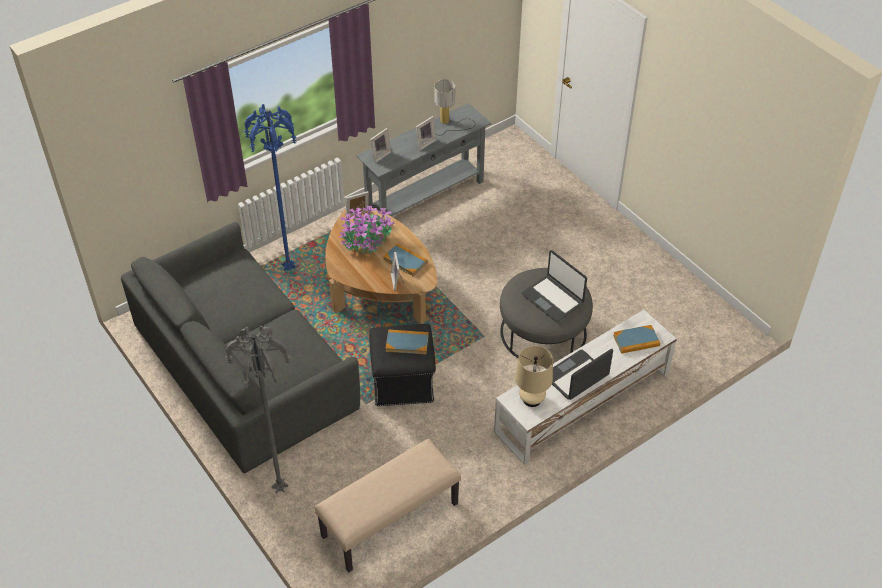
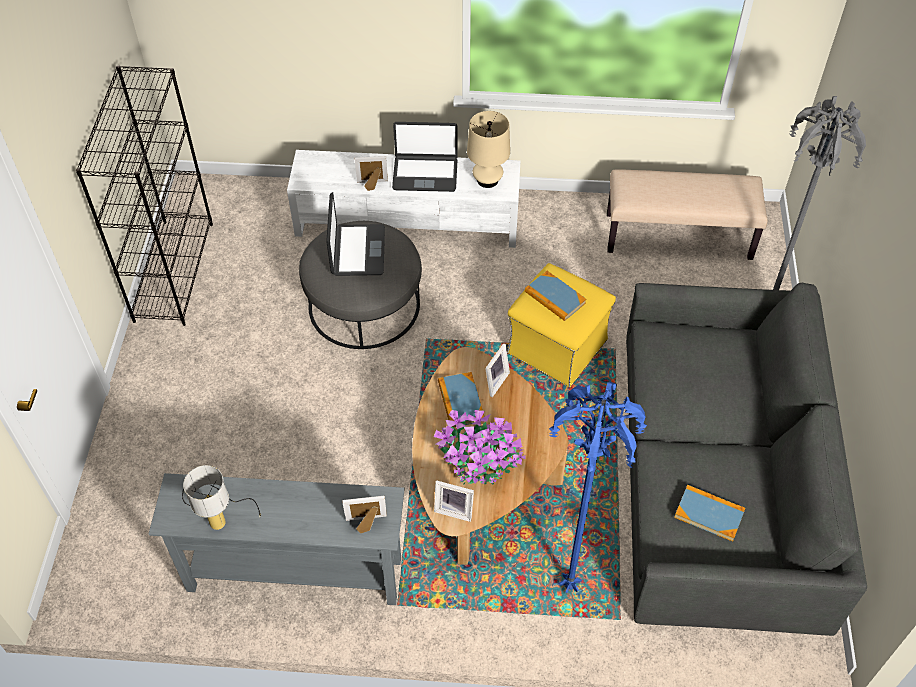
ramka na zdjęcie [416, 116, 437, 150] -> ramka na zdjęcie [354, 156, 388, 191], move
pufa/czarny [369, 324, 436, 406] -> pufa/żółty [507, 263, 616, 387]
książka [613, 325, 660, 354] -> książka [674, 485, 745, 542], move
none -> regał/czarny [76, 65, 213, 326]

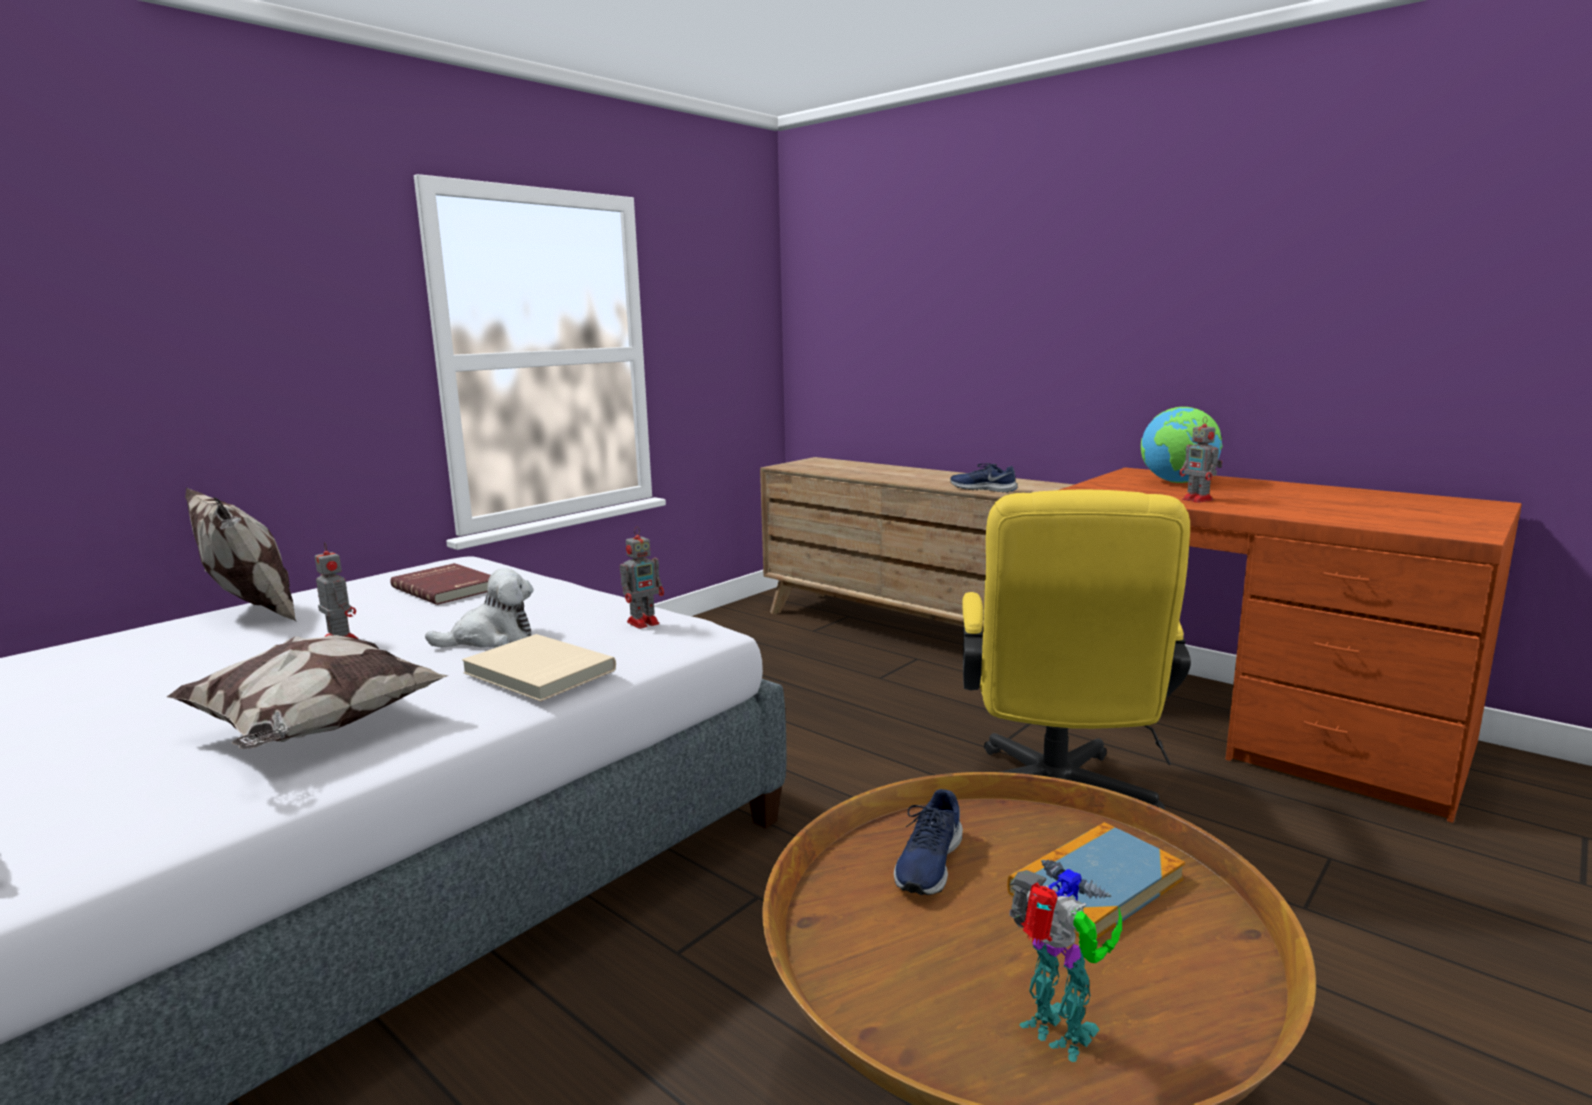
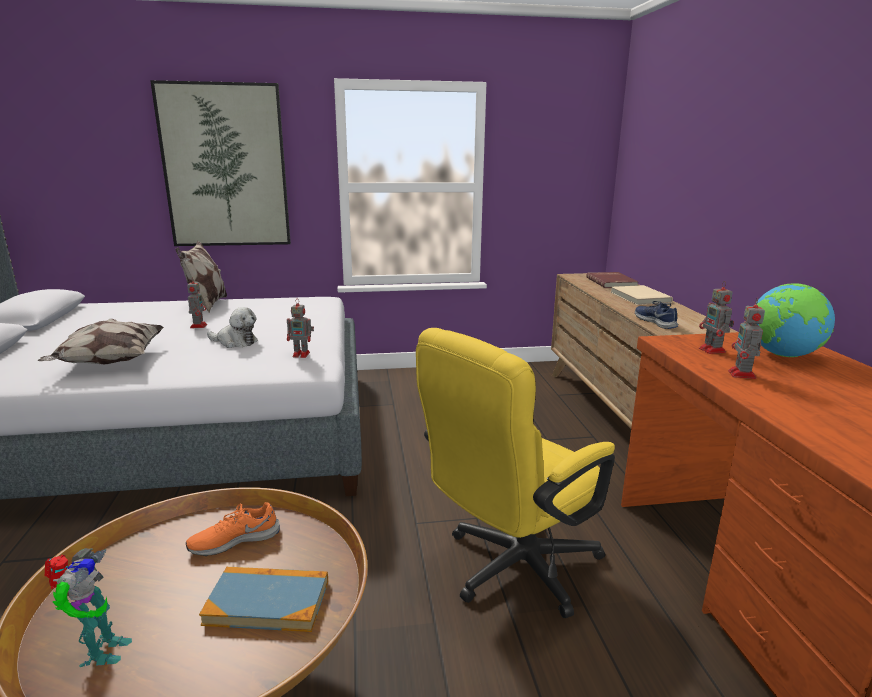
książka/czerwony [390, 563, 490, 605] -> książka/czerwony [586, 272, 638, 288], move
książka/beżowy [462, 634, 616, 702] -> książka/beżowy [611, 285, 673, 305], move
but/niebieski [894, 789, 963, 895] -> but/pomarańczowy [186, 502, 280, 556]
none -> obraz [150, 80, 291, 246]
none -> robot zabawkowy [699, 282, 734, 354]

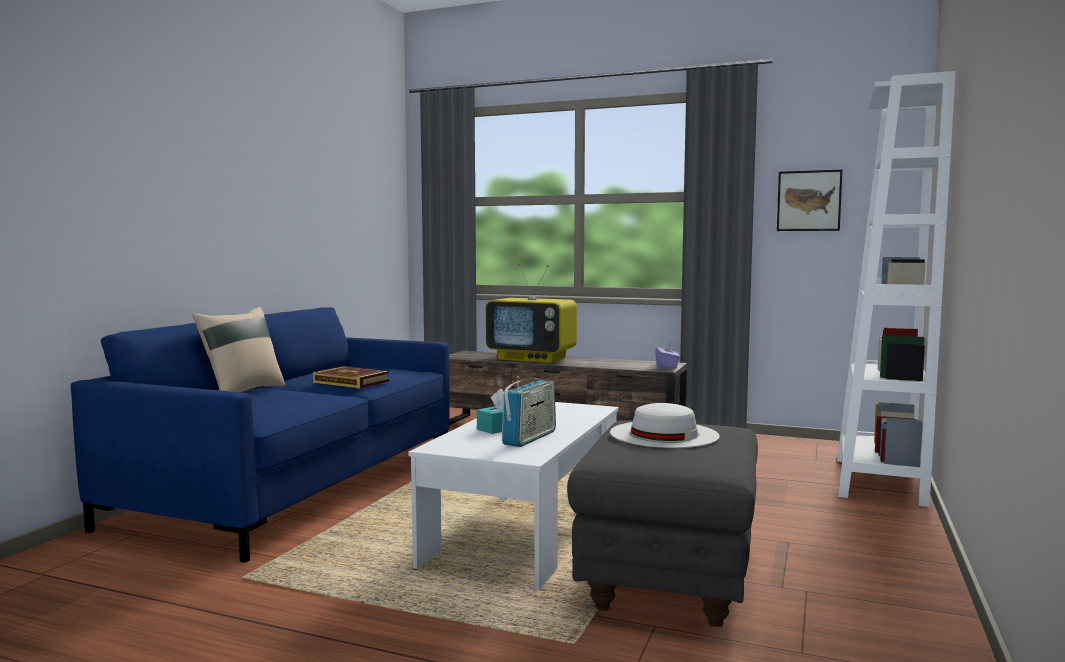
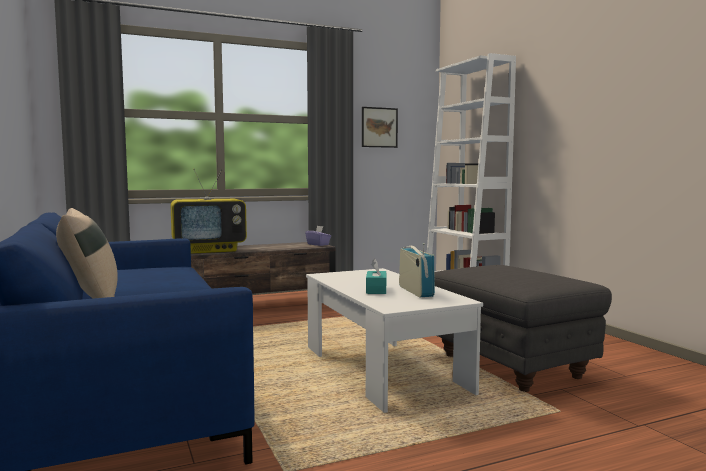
książka [313, 366, 390, 388] -> none
kapelusz/biały [610, 403, 720, 448] -> none

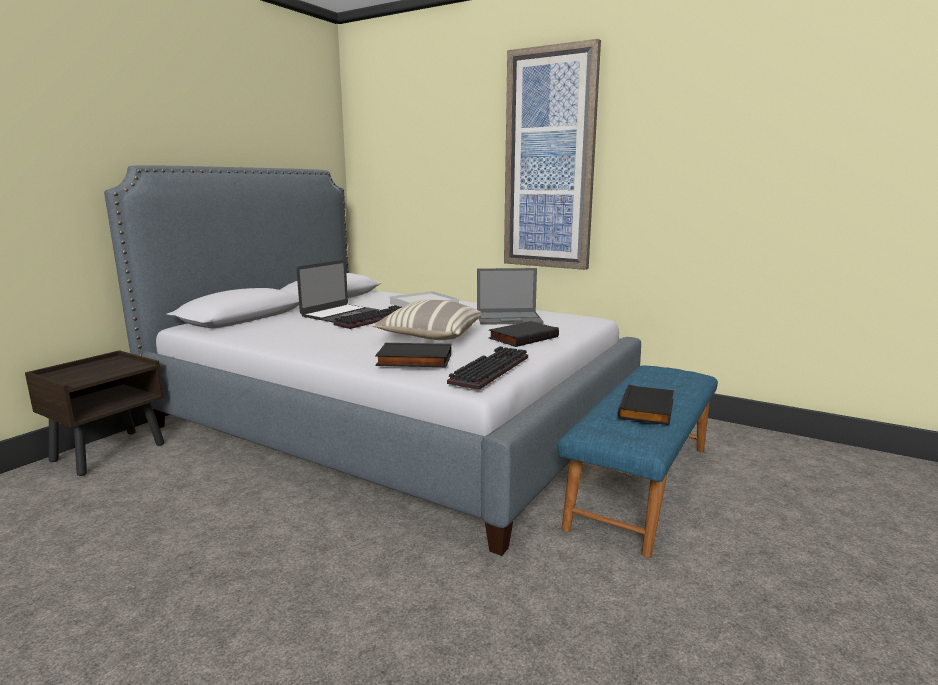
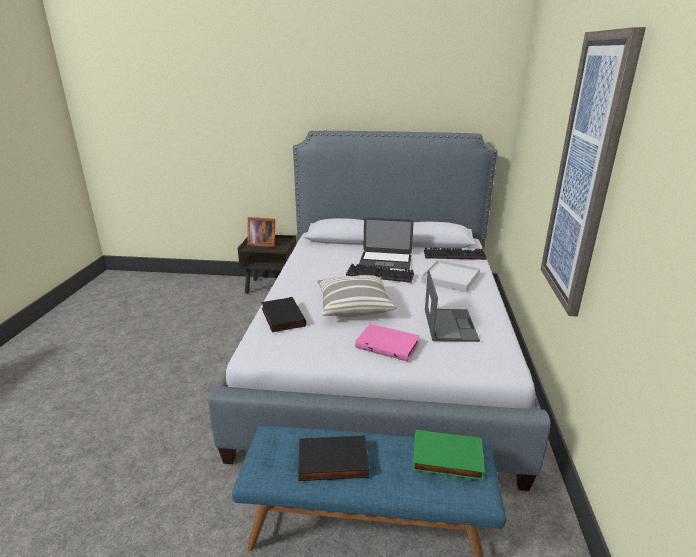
laptop [477, 268, 544, 325] -> laptop [425, 270, 480, 342], 150 degrees counterclockwise
książka/czarny [489, 321, 559, 347] -> książka/różowy [355, 324, 420, 362]
klawiatura [447, 346, 528, 390] -> klawiatura [424, 247, 487, 260], move
none -> ramka na zdjęcie [247, 217, 275, 247]
none -> książka/zielony [412, 430, 485, 481]

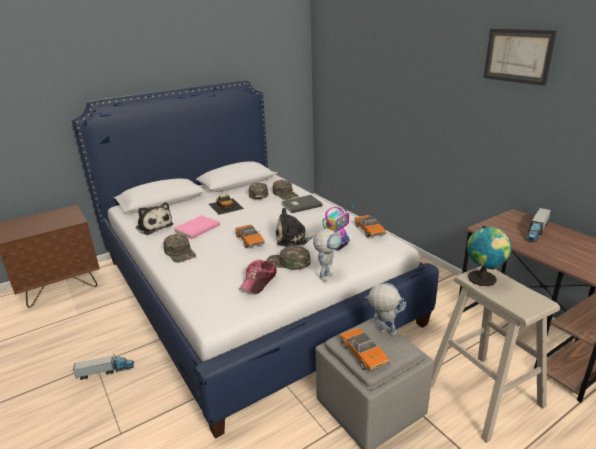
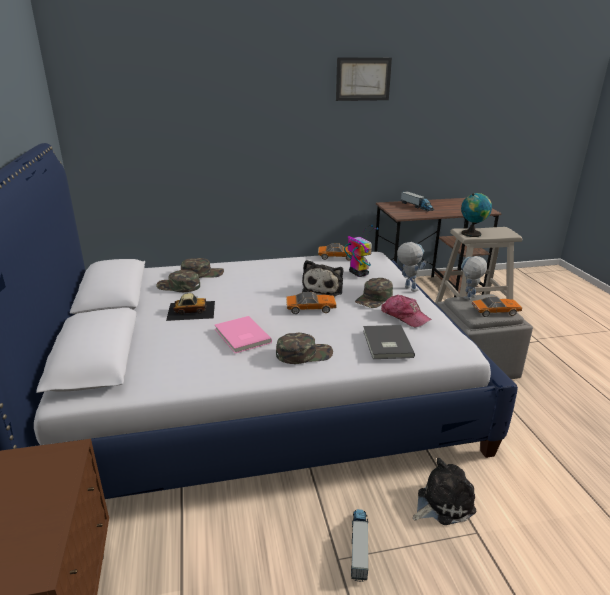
książka/szary [281, 195, 322, 213] -> książka/szary [363, 325, 415, 359], move
pluszak [136, 202, 173, 235] -> pluszak [413, 458, 476, 525], move

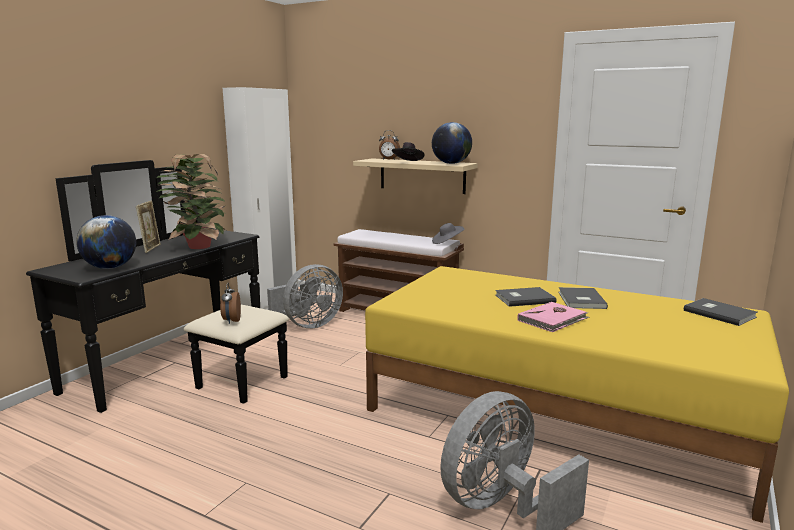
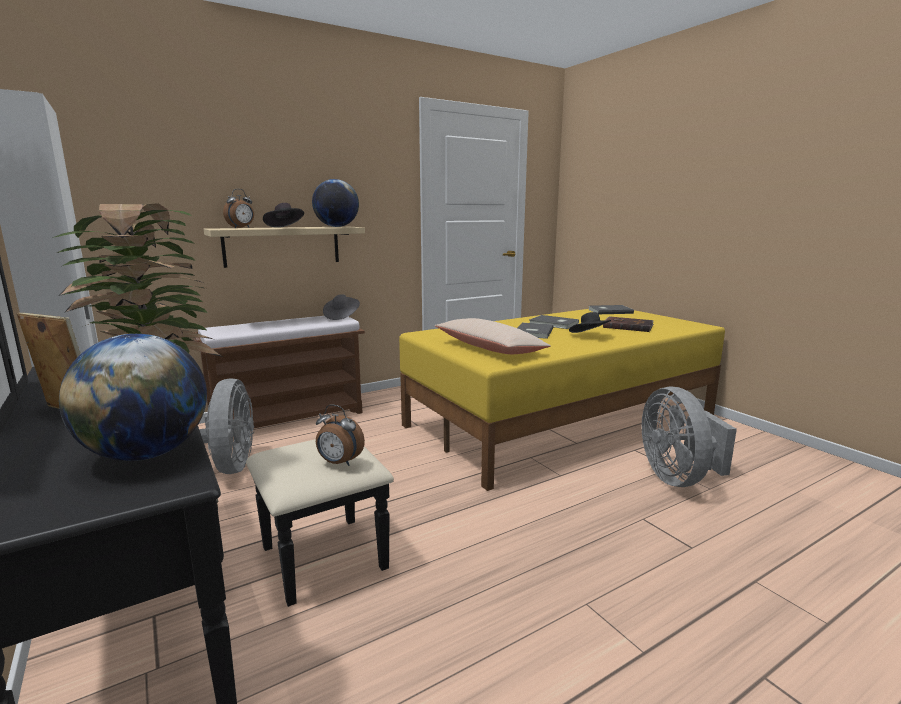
książka/różowy [517, 302, 589, 332] -> kapelusz/czarny [569, 312, 611, 333]
none -> książka/brązowy [603, 317, 654, 332]
none -> poduszka/beżowy [435, 318, 551, 354]

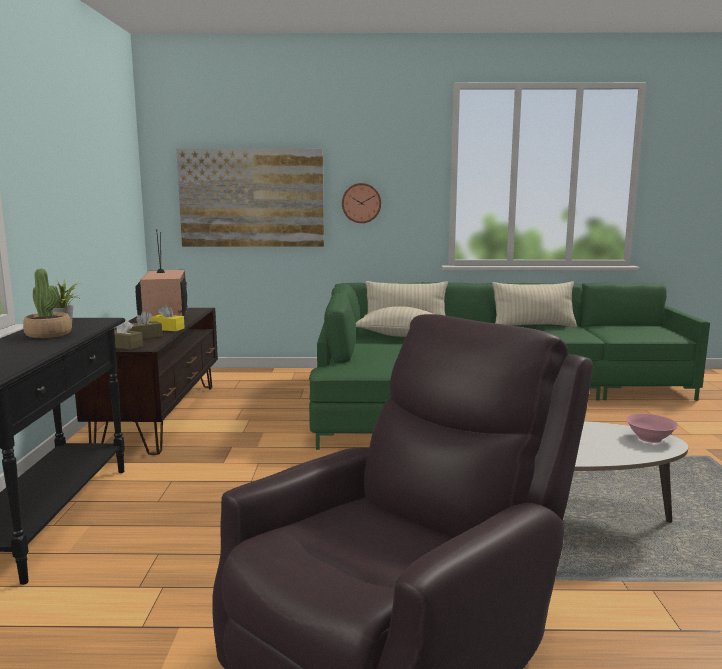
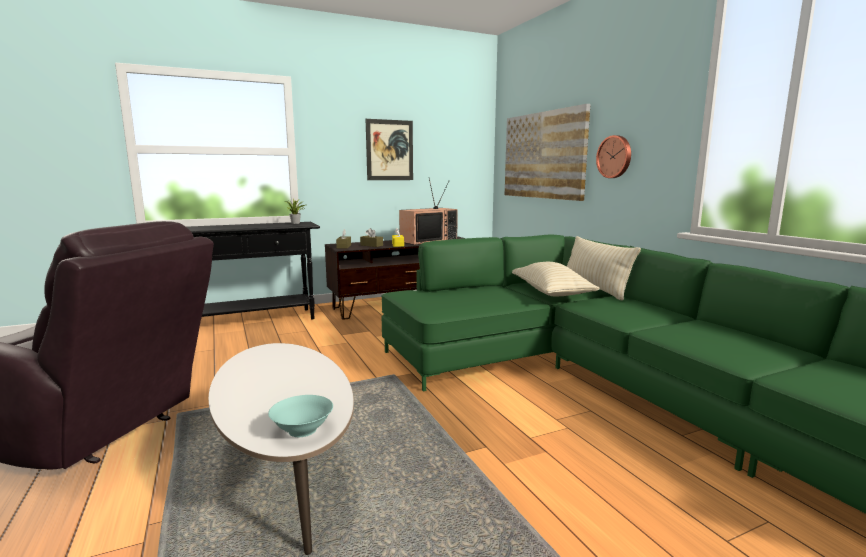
roślina doniczkowa [23, 269, 72, 338] -> none
poduszka/beżowy [492, 282, 577, 327] -> none
miska/różowy [626, 414, 678, 443] -> miska/turkusowy [268, 395, 333, 437]
none -> obraz [366, 119, 413, 180]

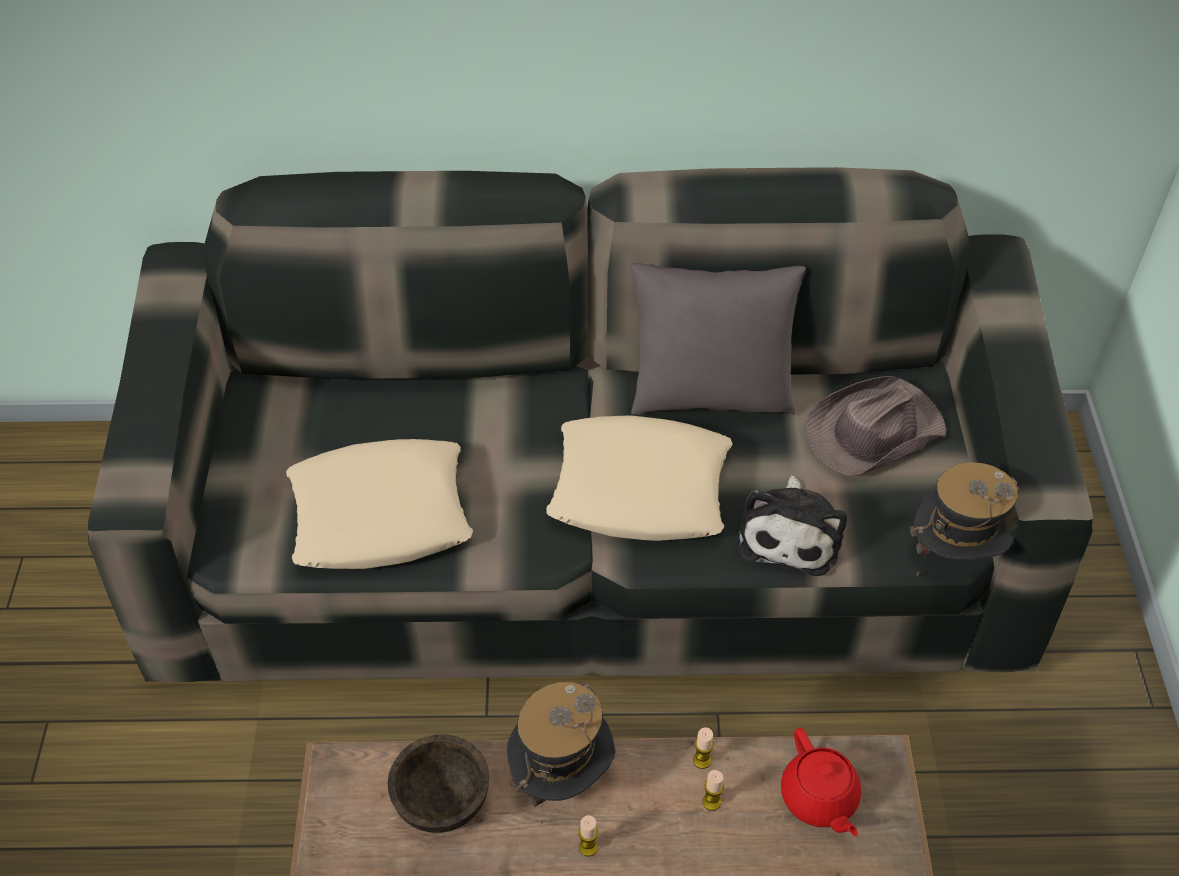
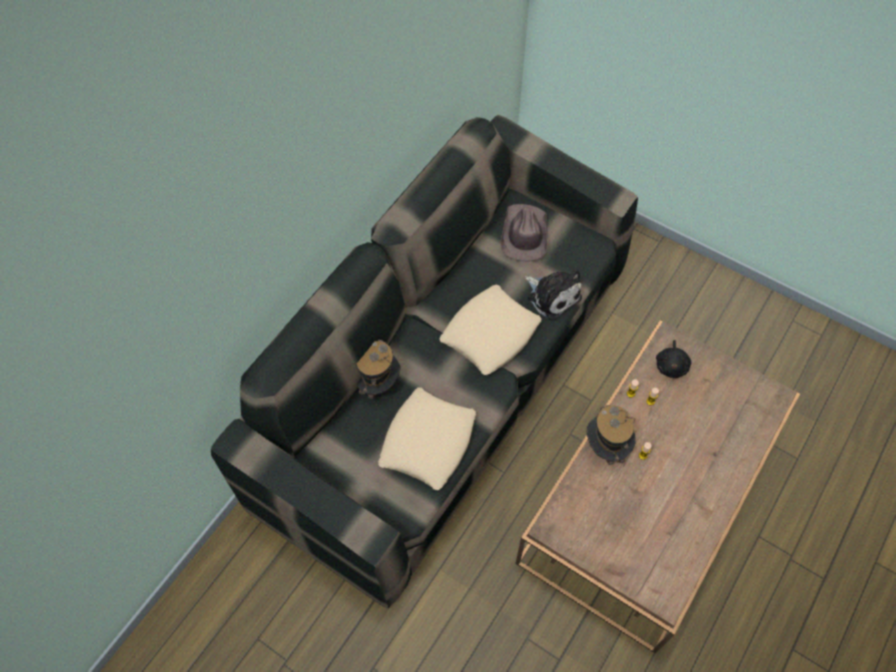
poduszka/szary [630, 263, 806, 415] -> none
kapelusz [910, 462, 1019, 576] -> kapelusz [356, 340, 401, 405], move
imbryk/czerwony [781, 728, 861, 836] -> pluszak/czarny [656, 340, 692, 378]
miska/brązowy [388, 734, 489, 833] -> none

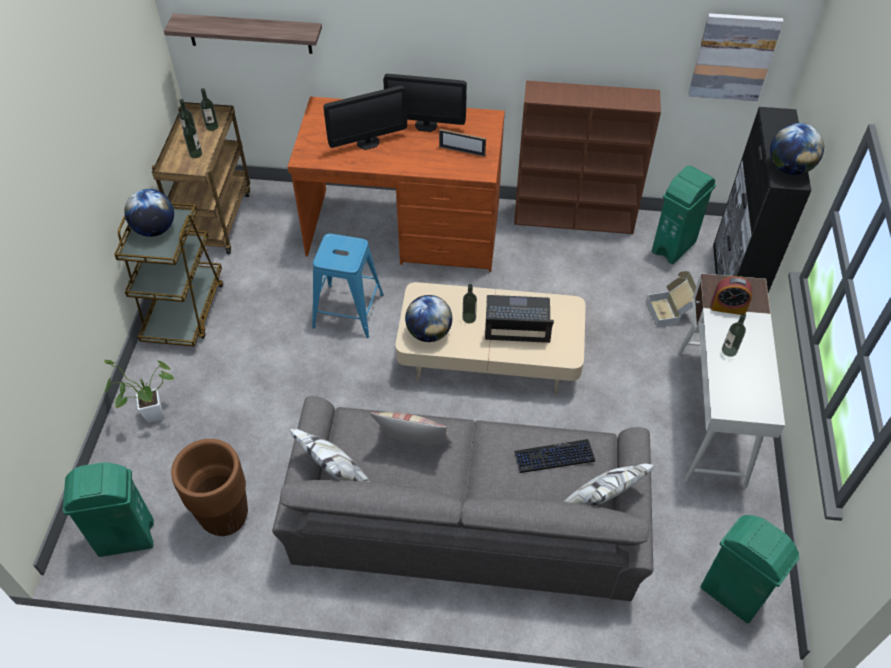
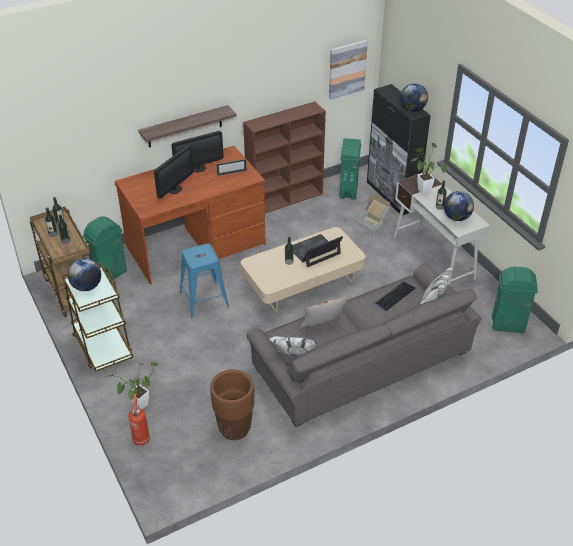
półka [164, 14, 322, 54] -> półka [138, 105, 236, 147], move
budzik [711, 276, 752, 315] -> roślina doniczkowa [411, 143, 446, 195]
globus [405, 295, 452, 342] -> globus [444, 191, 474, 221], move
kosz na śmieci/zielony [63, 462, 154, 557] -> kosz na śmieci/zielony [83, 216, 127, 281], move
none -> gaśnica [128, 394, 150, 446]

